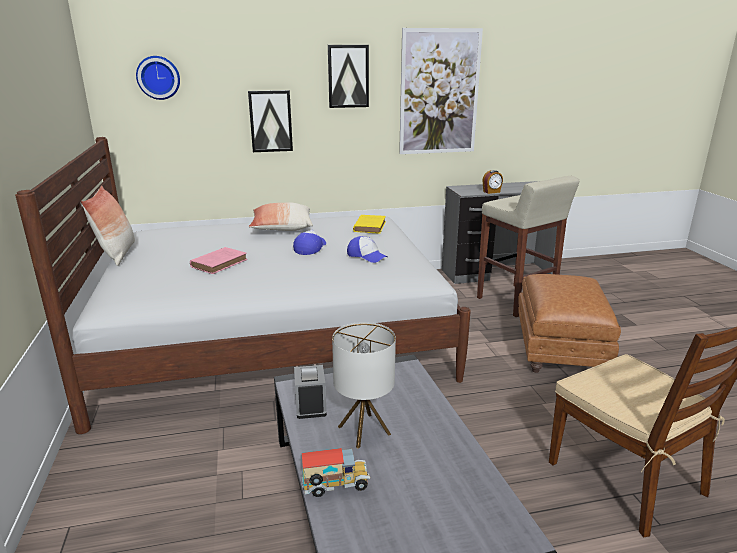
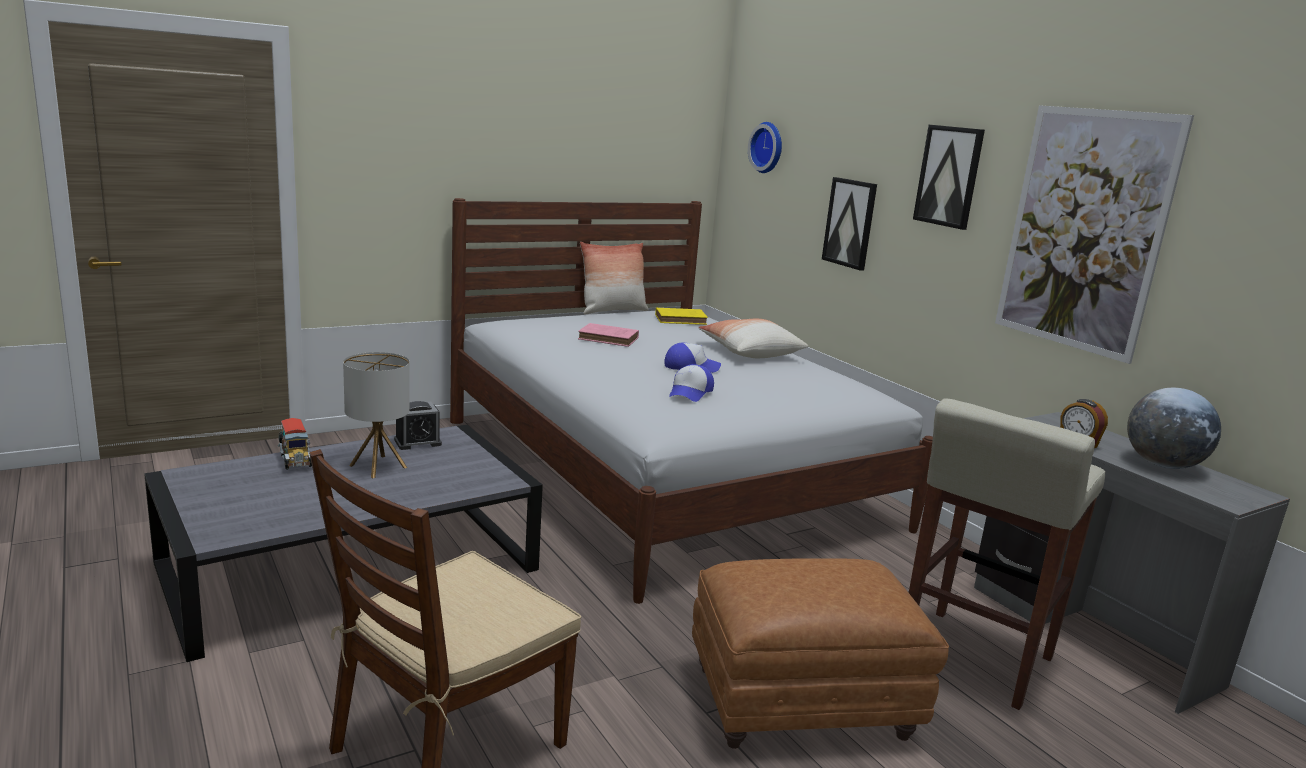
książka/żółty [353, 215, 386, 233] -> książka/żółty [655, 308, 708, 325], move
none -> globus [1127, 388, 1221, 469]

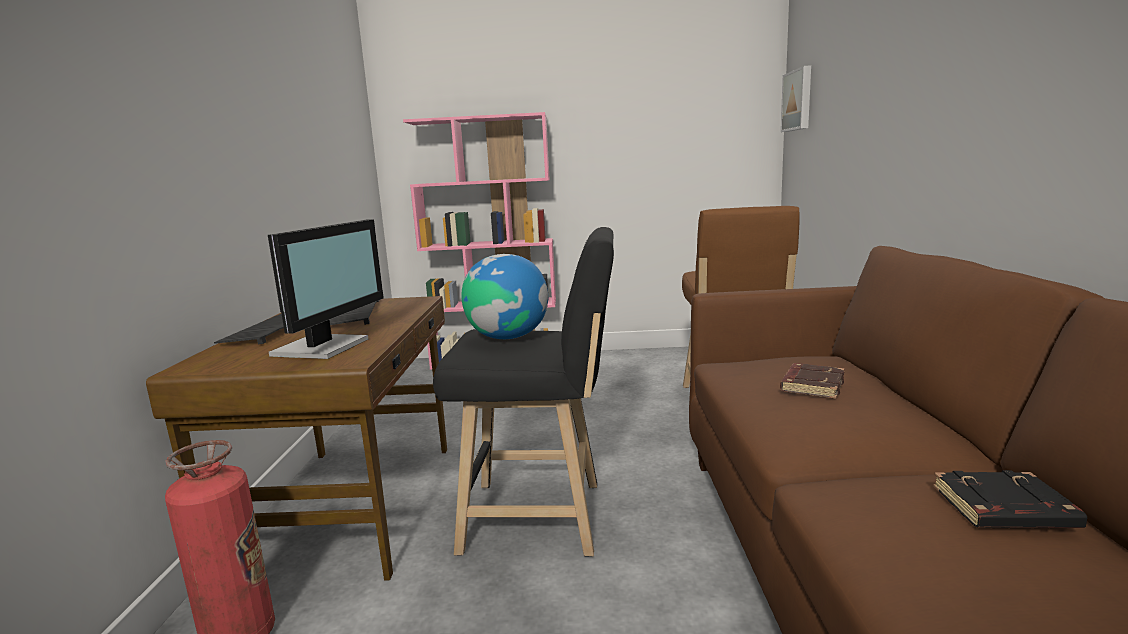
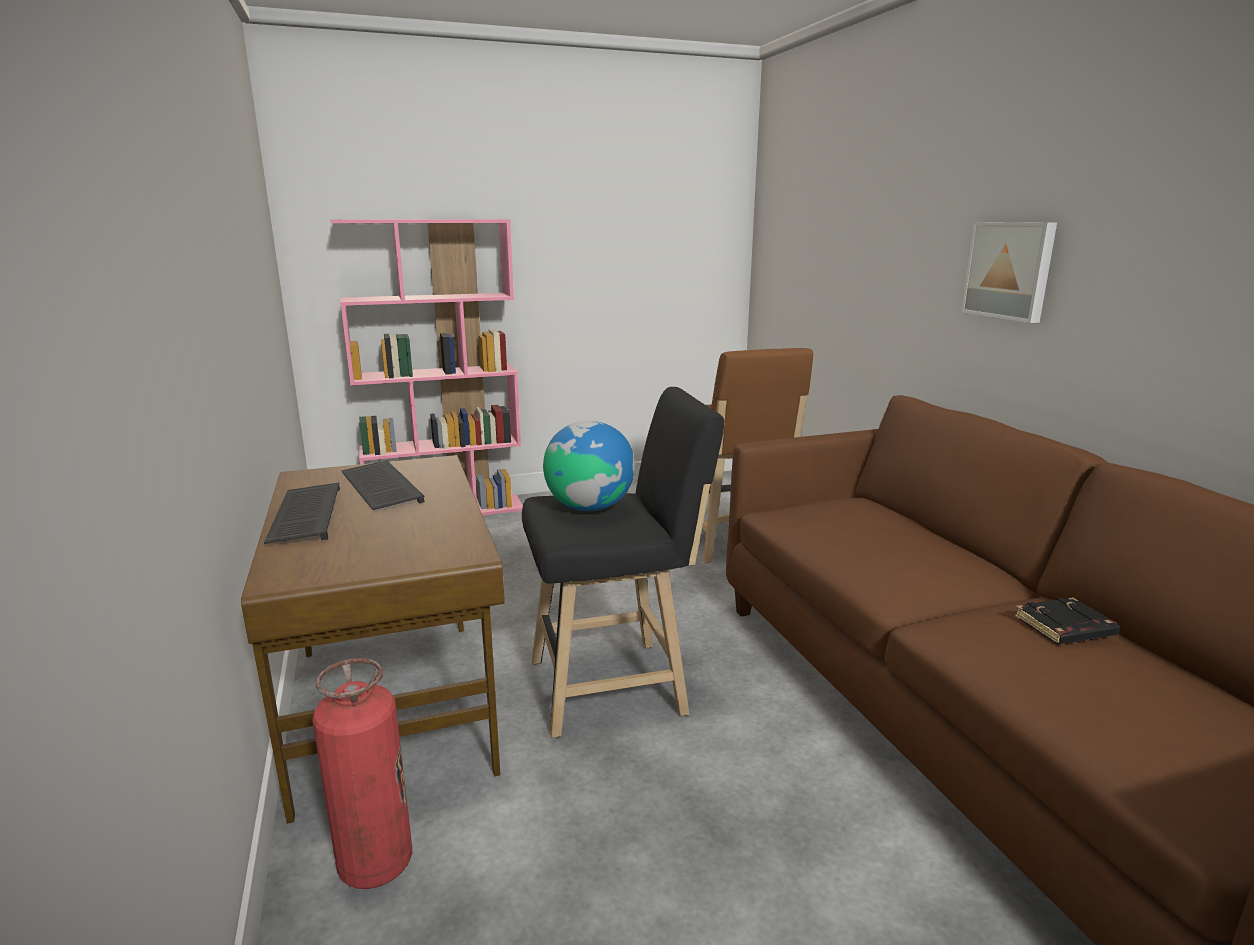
obraz [781, 65, 811, 132] -> obraz [961, 222, 1057, 323], move
monitor [268, 219, 384, 359] -> none
książka/brązowy [780, 363, 845, 399] -> none

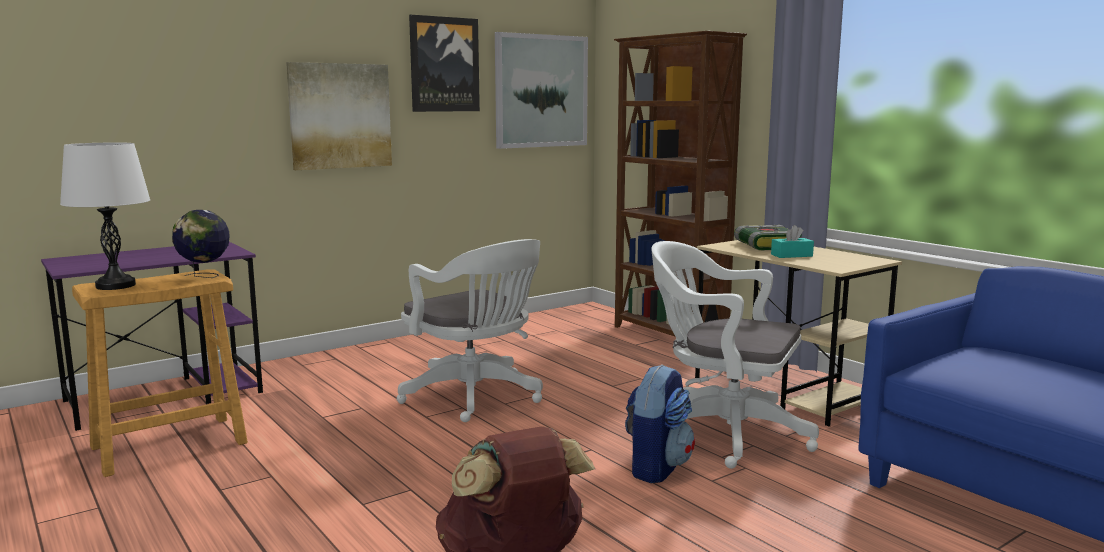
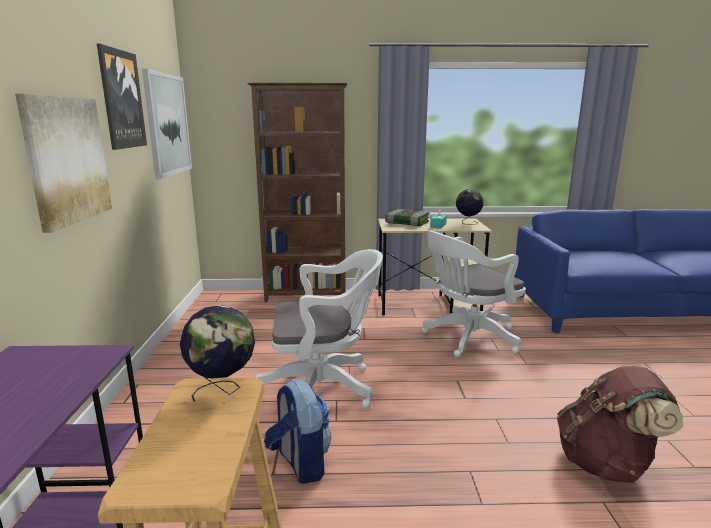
lampa stołowa/biały [60, 142, 150, 290] -> none
plecak [625, 364, 695, 483] -> plecak [264, 379, 331, 484], move
none -> globus [456, 189, 484, 225]

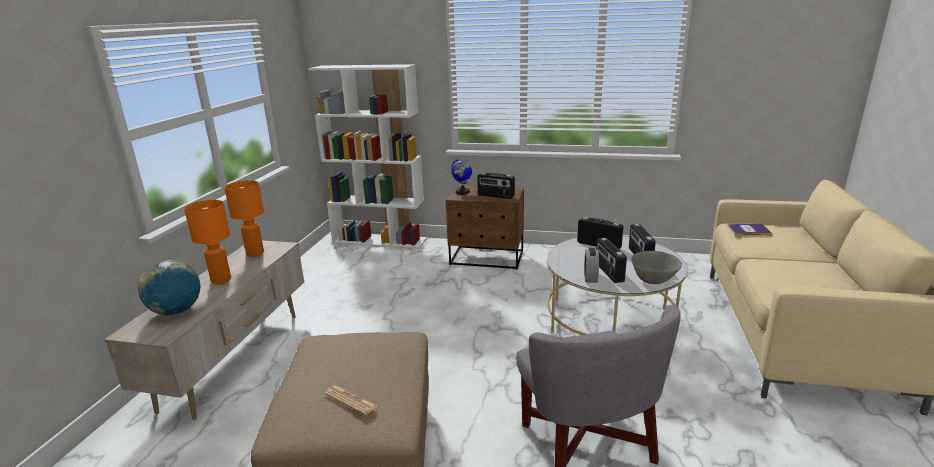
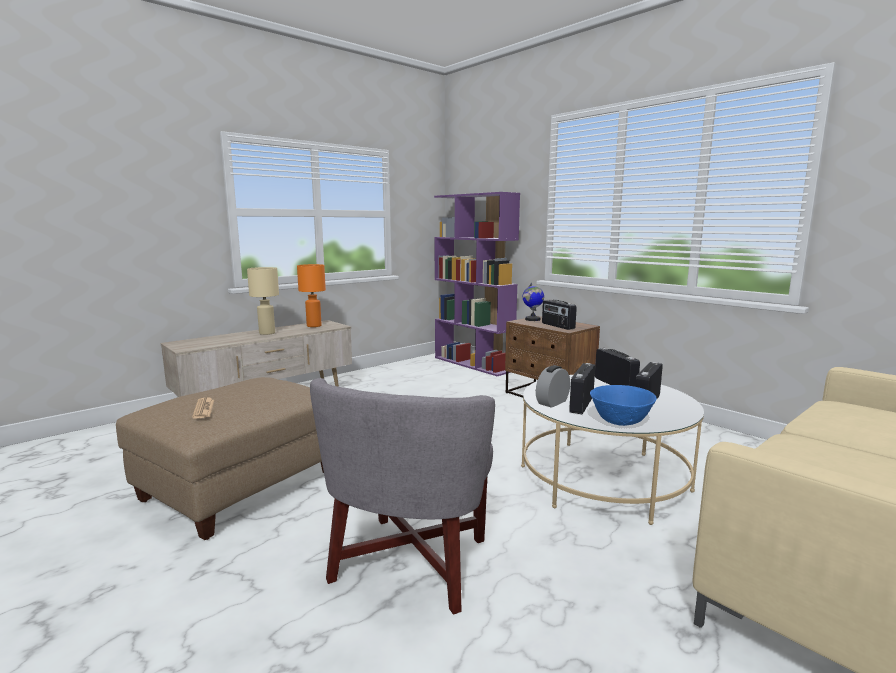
regał/biały [308, 64, 427, 249] -> regał/fioletowy [434, 192, 520, 376]
lampa stołowa/pomarańczowy [184, 200, 231, 284] -> lampa stołowa/beżowy [247, 267, 279, 335]
książka [727, 224, 773, 236] -> none
miska/szary [631, 251, 682, 284] -> miska/niebieski [590, 385, 657, 426]
globus [138, 260, 201, 315] -> none

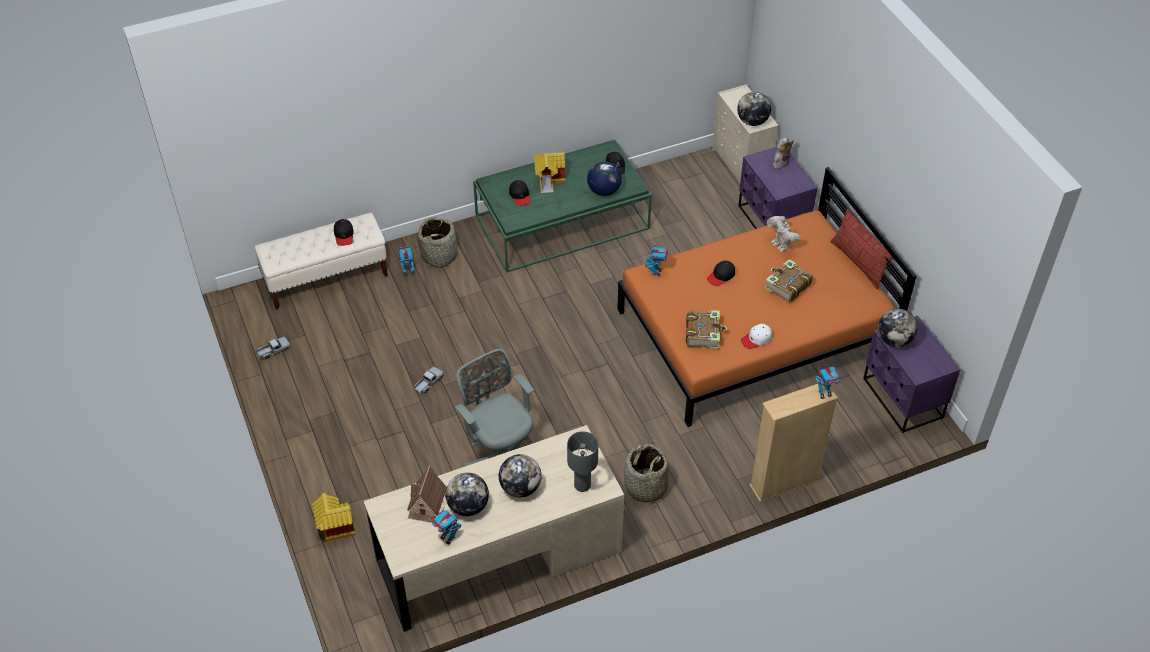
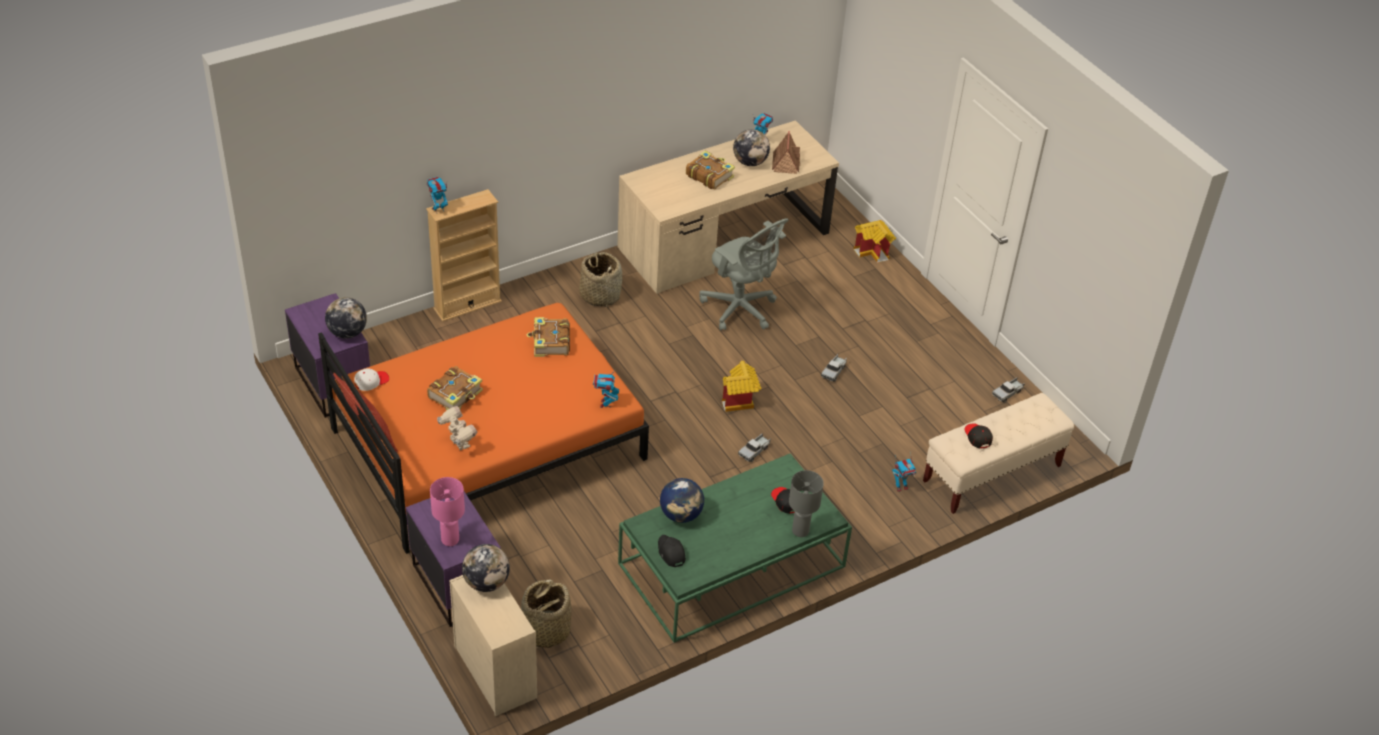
pluszak [773, 137, 794, 169] -> lampa stołowa/różowy [430, 477, 465, 546]
domek [534, 152, 565, 193] -> domek [722, 361, 761, 412], move
koszyk [418, 217, 457, 268] -> koszyk [521, 579, 572, 648], move
czapka z daszkiem/czarny [707, 261, 735, 286] -> none
czapka z daszkiem/biały [741, 324, 772, 349] -> czapka z daszkiem/biały [354, 368, 389, 391], move
lampa stołowa/szary [567, 431, 598, 492] -> lampa stołowa/szary [789, 470, 824, 537], move
globus [499, 454, 542, 498] -> książka [686, 151, 735, 190]
none -> ciężarówka zabawkowa [738, 433, 771, 462]

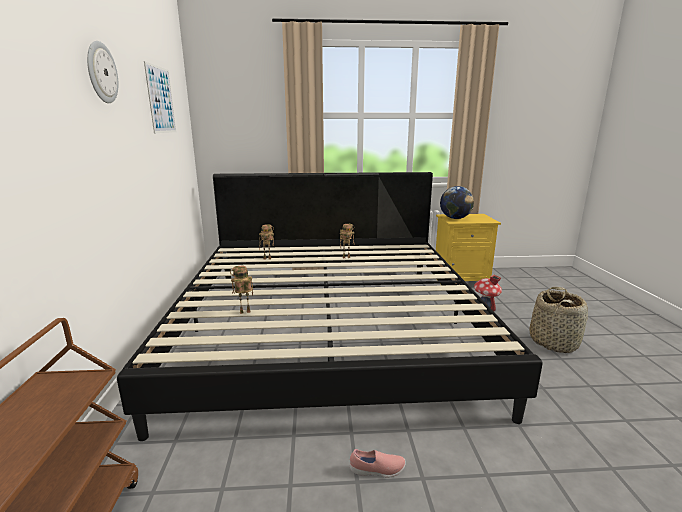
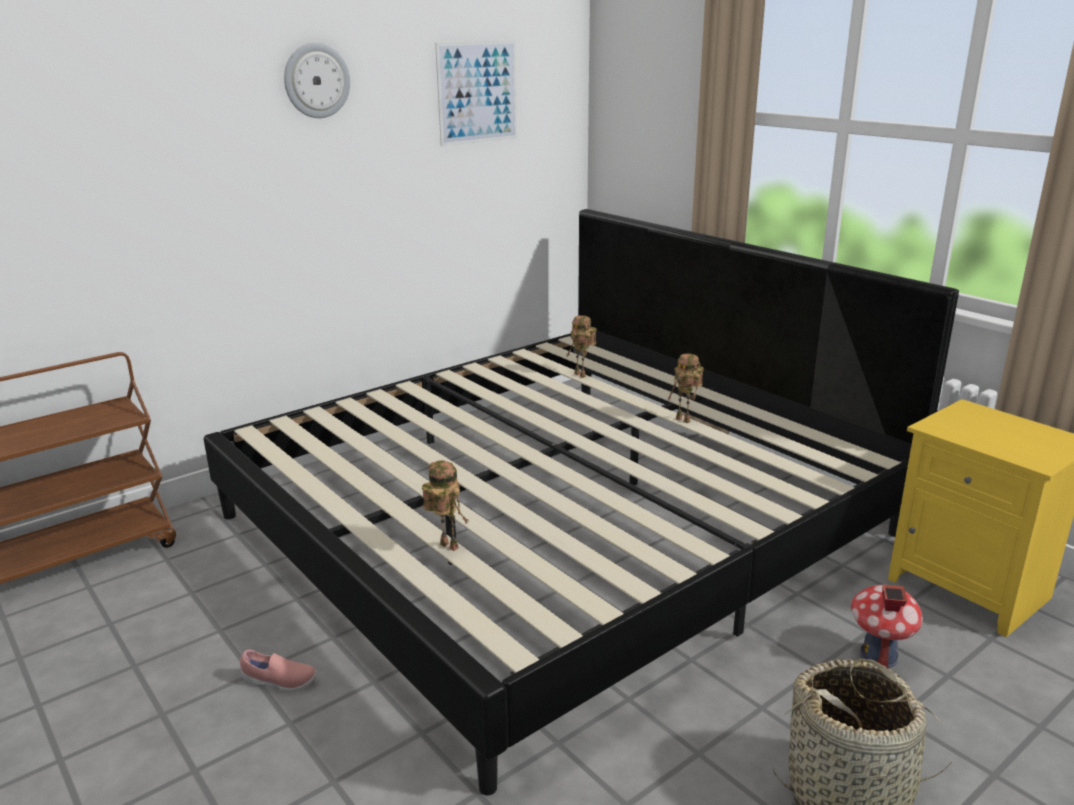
globus [440, 186, 474, 219] -> none
robot zabawkowy [230, 266, 253, 314] -> robot zabawkowy [422, 460, 469, 551], move
but/różowy [350, 449, 406, 478] -> but/różowy [240, 649, 316, 691], 45 degrees counterclockwise

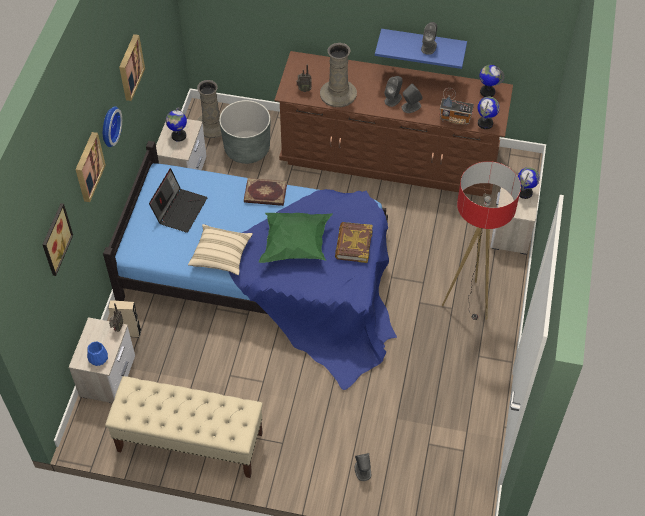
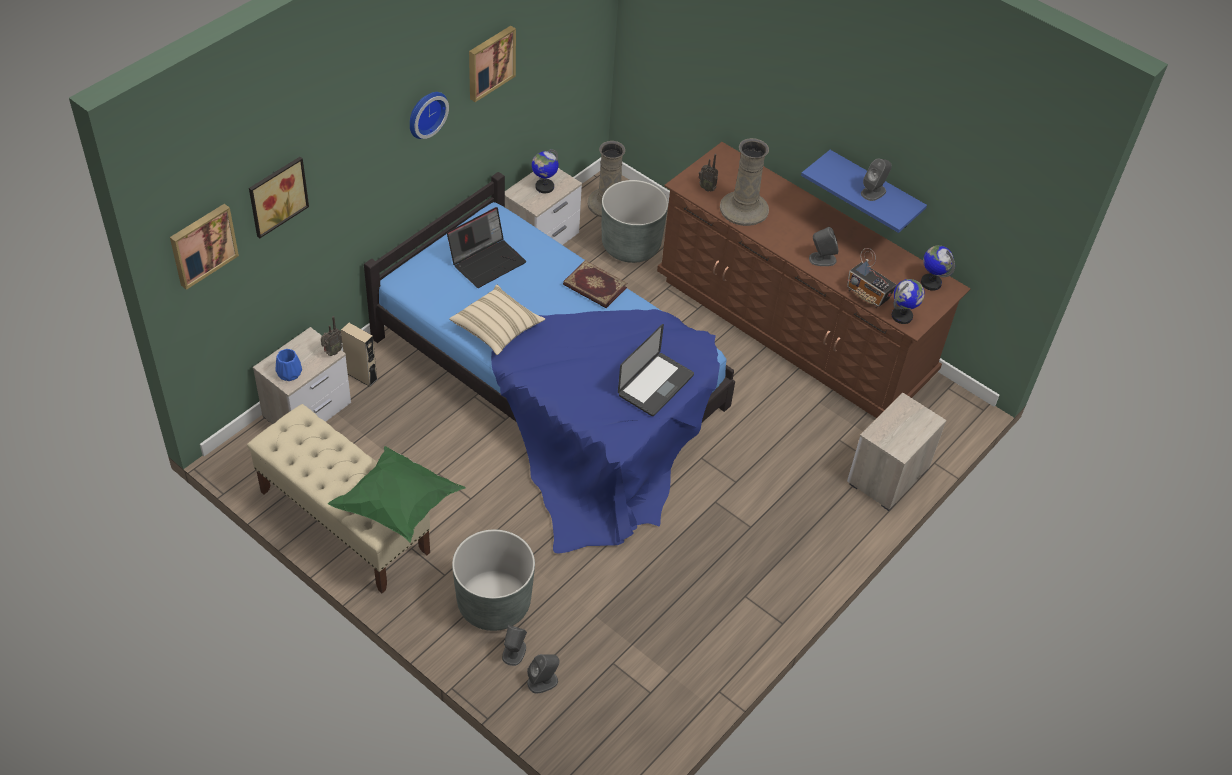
głośnik/szary [384, 76, 403, 107] -> głośnik/szary [527, 654, 560, 693], move
obraz [75, 132, 106, 202] -> obraz [170, 204, 239, 290], move
lampa stojąca [442, 161, 521, 320] -> none
globus [518, 167, 540, 199] -> none
poduszka/zielony [258, 213, 333, 263] -> poduszka/zielony [328, 446, 466, 543], move
książka [335, 222, 373, 263] -> laptop [618, 324, 694, 416]
none -> donica/szary [452, 529, 535, 631]

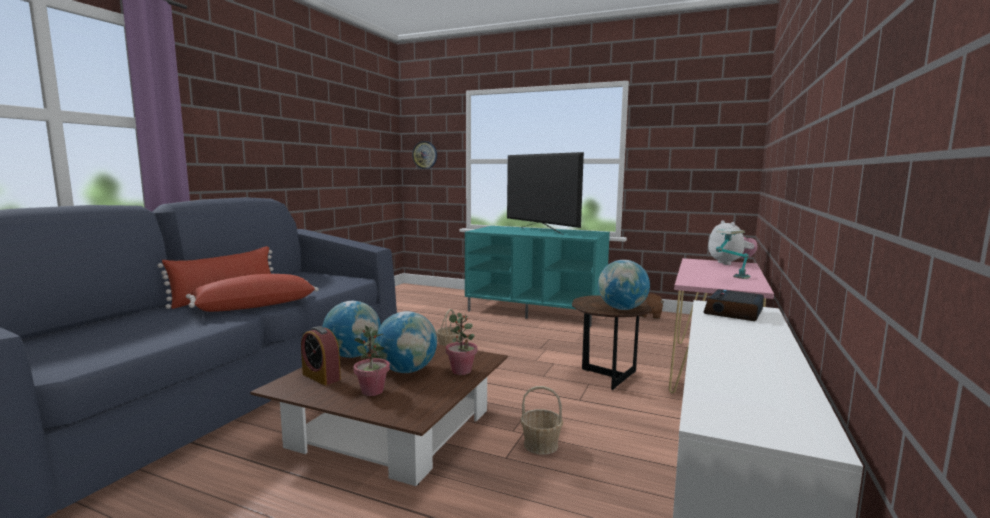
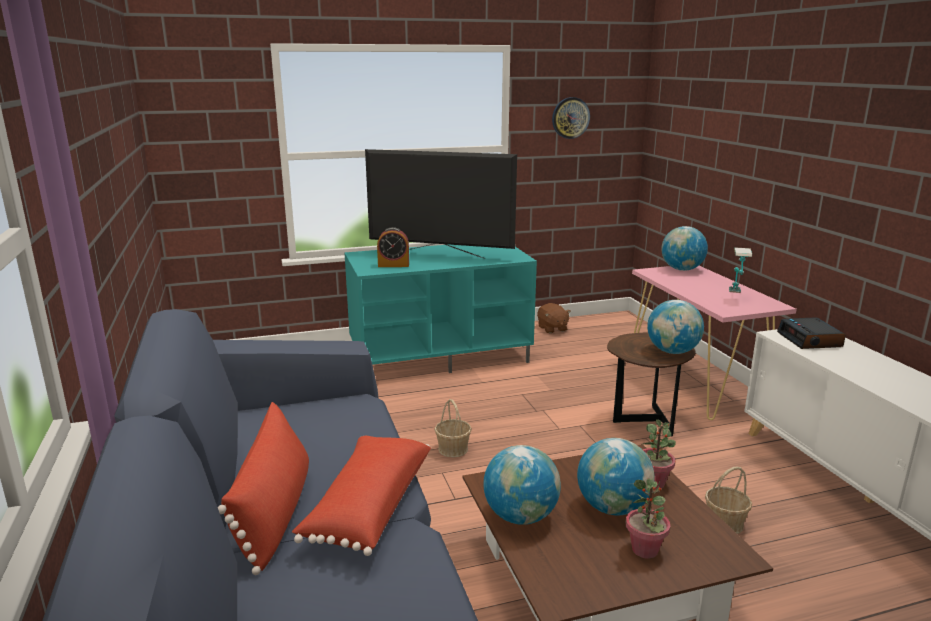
zegar ścienny [412, 141, 437, 169] -> zegar ścienny [552, 97, 590, 139], move
pluszak [708, 220, 757, 265] -> globus [661, 226, 708, 271]
budzik [301, 326, 341, 385] -> budzik [377, 227, 409, 267], move

